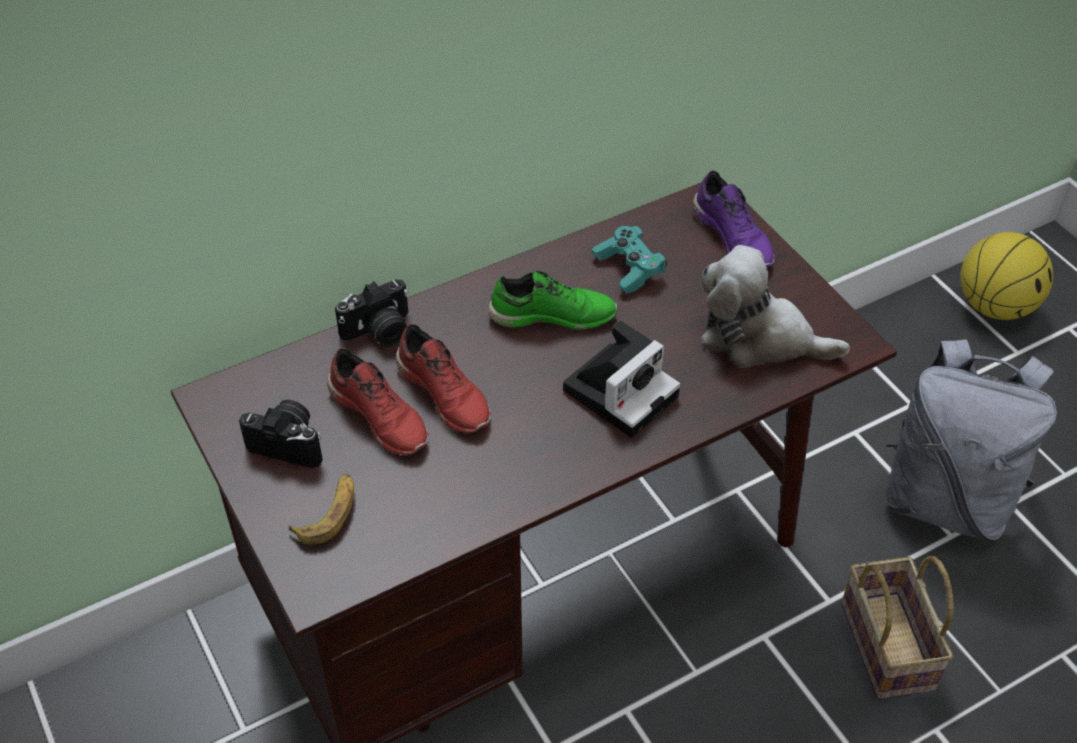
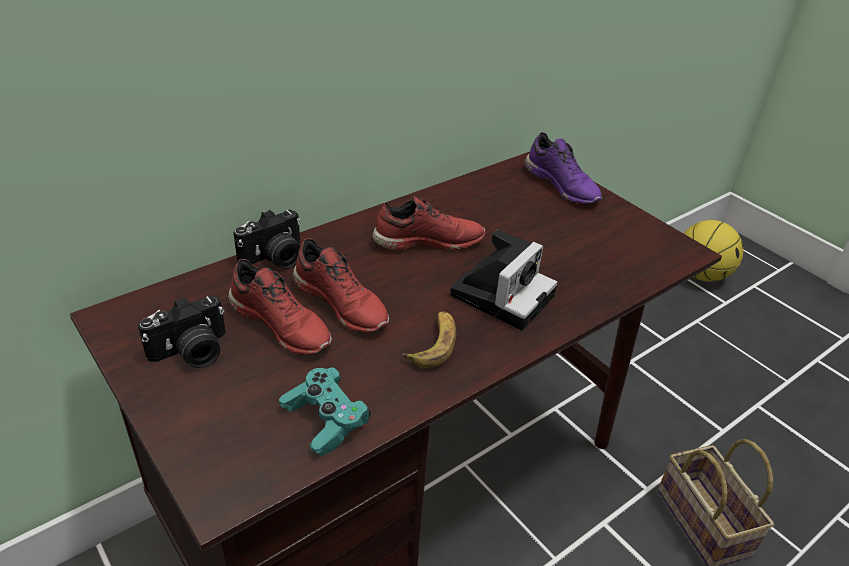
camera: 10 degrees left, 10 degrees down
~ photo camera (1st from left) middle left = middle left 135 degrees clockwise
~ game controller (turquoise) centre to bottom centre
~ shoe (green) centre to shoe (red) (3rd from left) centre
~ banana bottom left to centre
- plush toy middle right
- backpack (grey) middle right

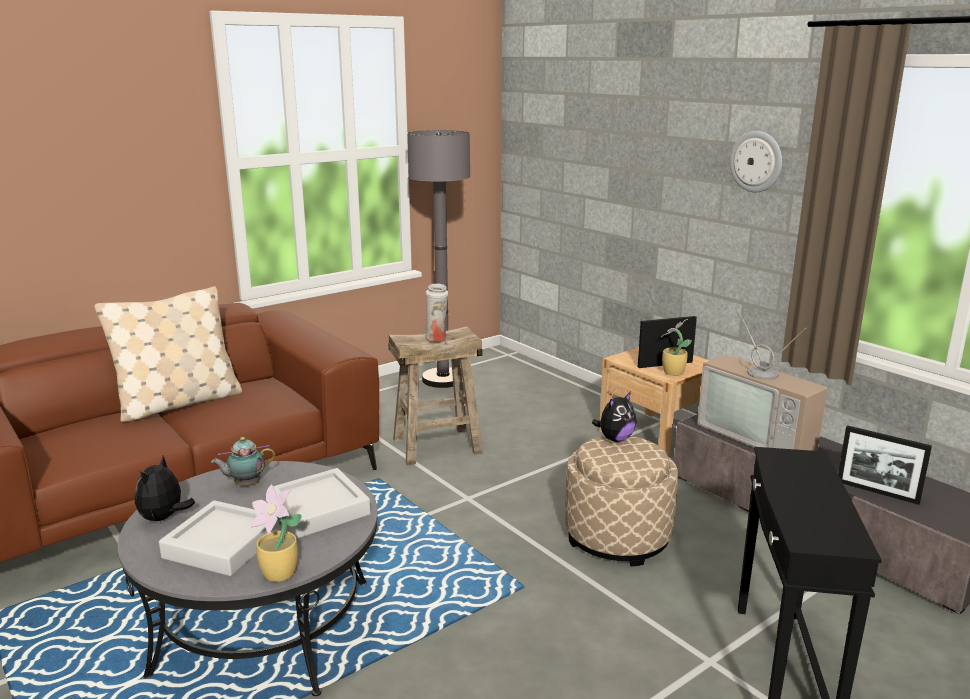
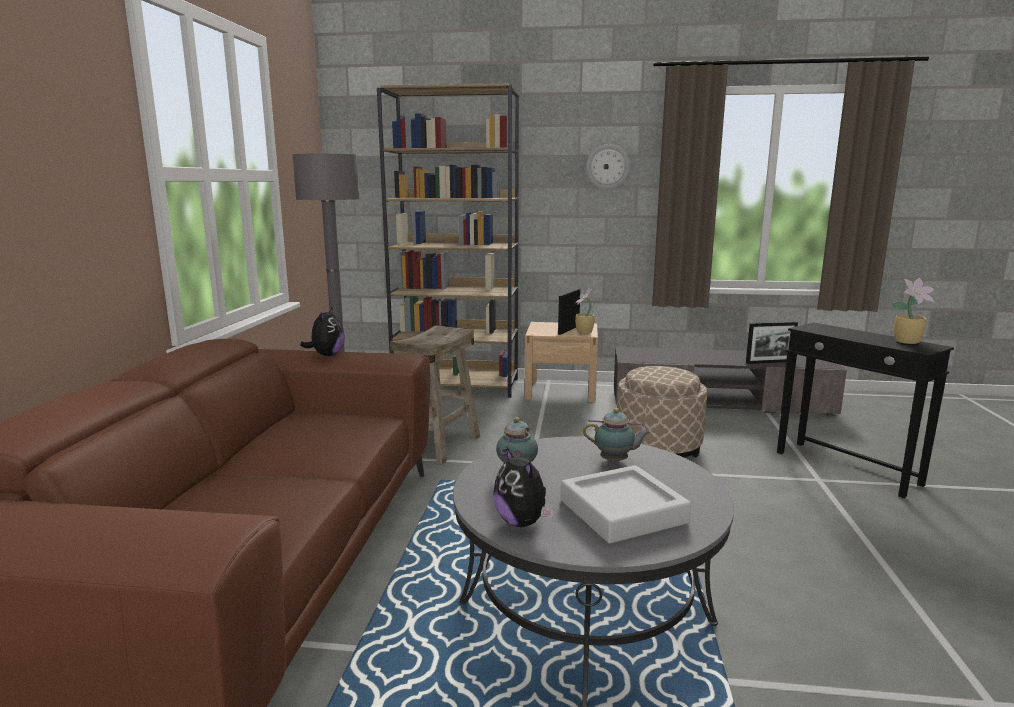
camera: 45 degrees left, 5 degrees down
~ plush toy (2nd from left in the first image) centre to plush toy (1st from left) middle left
+ bookcase (brown) centre
~ tray (grey) (2nd from left) bottom left to teapot (2nd from left) centre
~ potted plant (1st from left in the first image) bottom left to potted plant (2nd from left) middle right
- pillow (beige) middle left
- vase (white) centre
- television middle right

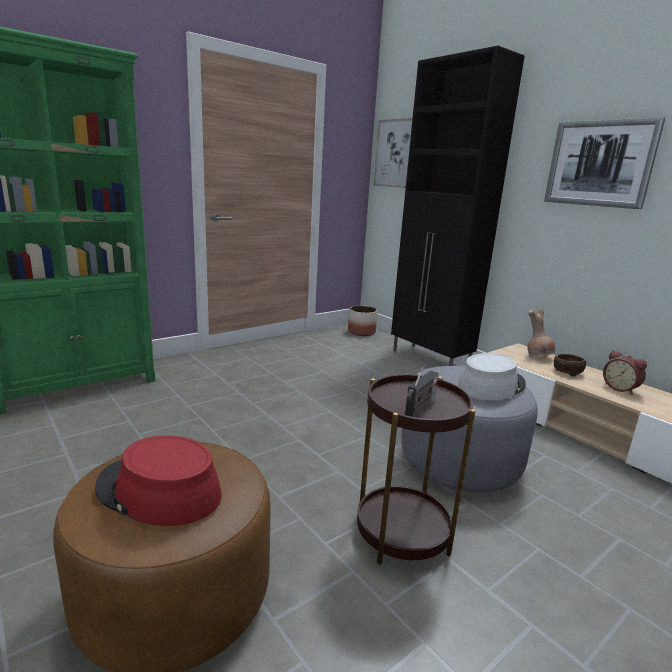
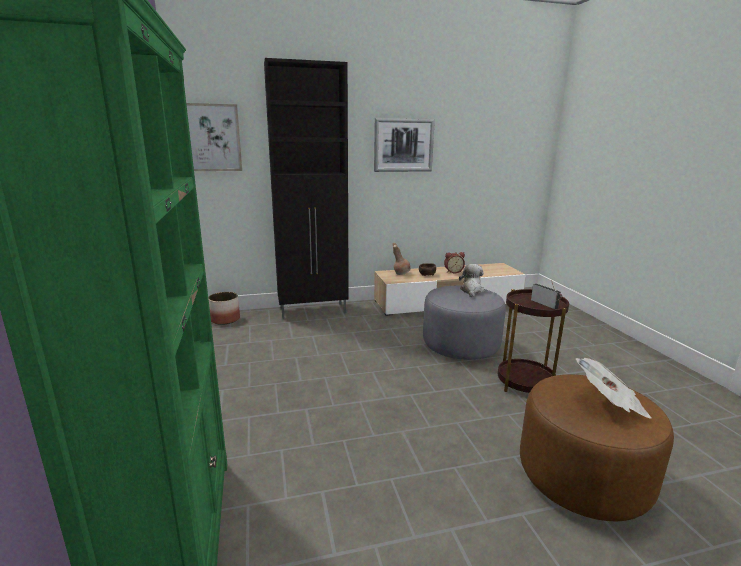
camera: 65 degrees left, 0 degrees up
~ hat (grey) middle right to plush toy centre
~ hat (red) bottom left to newspaper bottom right

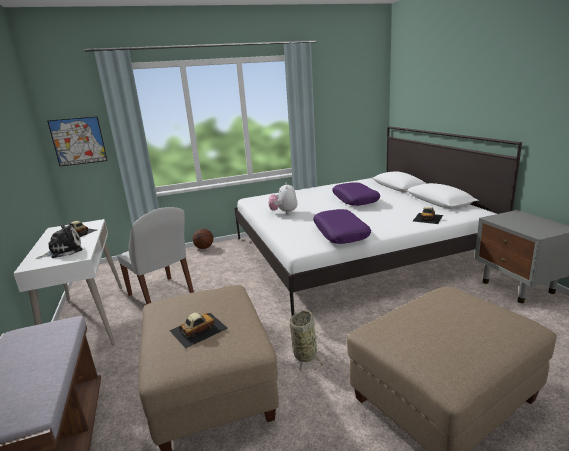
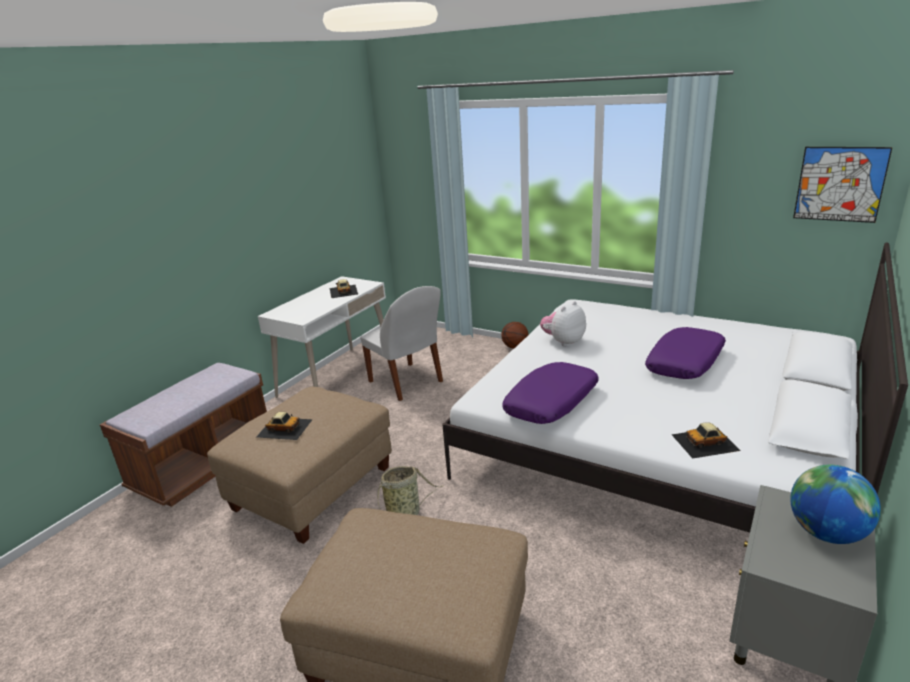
camera: 50 degrees right, 5 degrees up
~ chair (white) middle left = centre 45 degrees counterclockwise
+ globe bottom right
~ picture top left to top right
- plush toy (1st from left) middle left

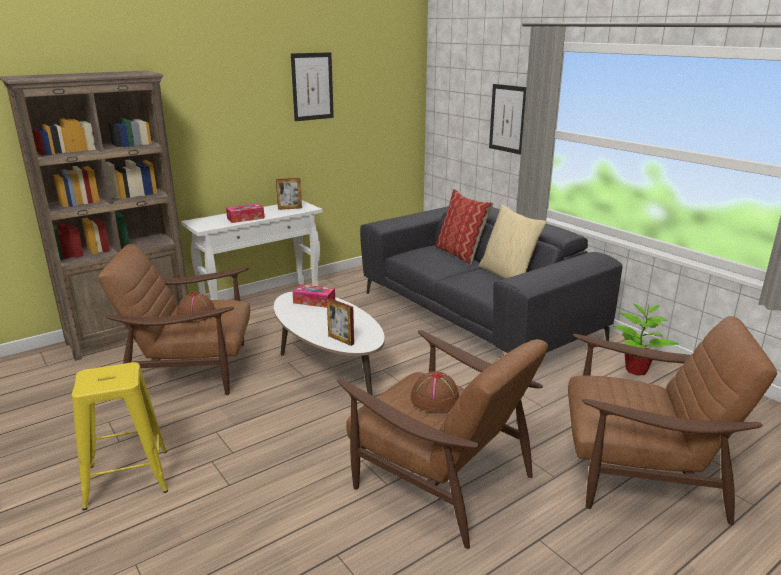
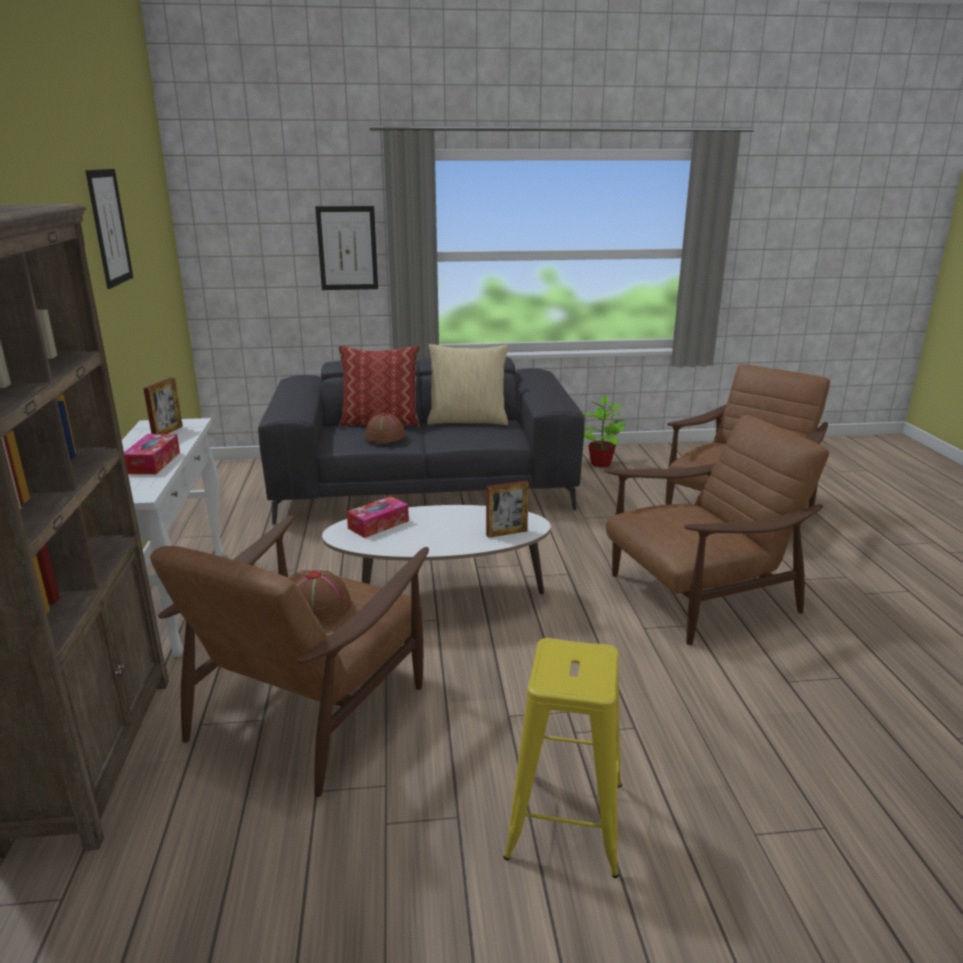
camera: 60 degrees left, 0 degrees up
~ hat (brown) (2nd from left) bottom centre to centre

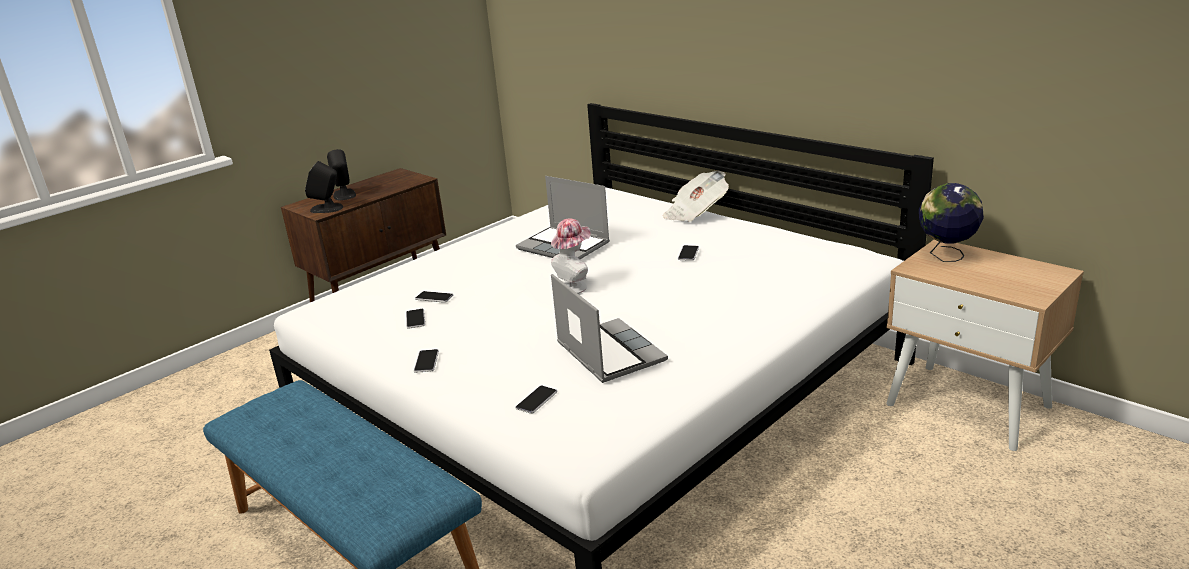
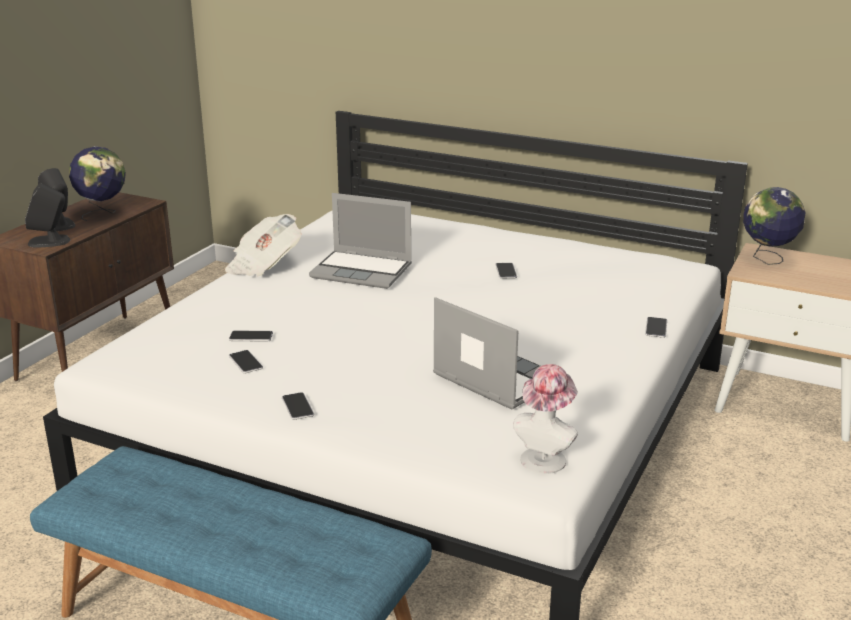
camera: 20 degrees left, 0 degrees up
+ globe (1st from left) top left
~ newspaper centre to middle left
~ hat centre to bottom centre
~ phone (4th from left in the first image) bottom centre to phone (5th from left) middle right

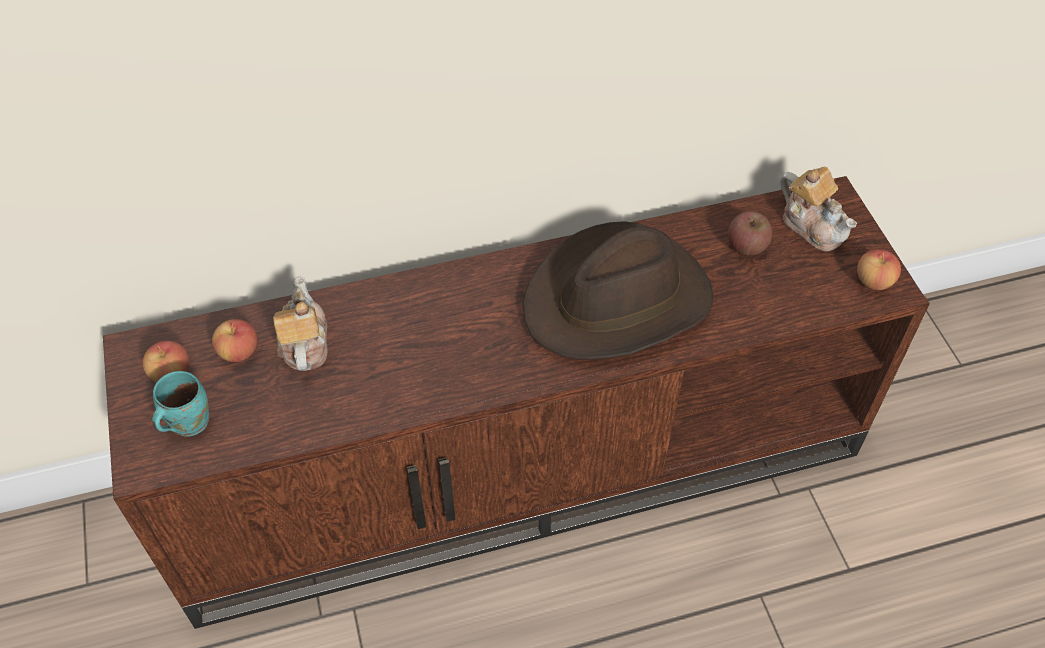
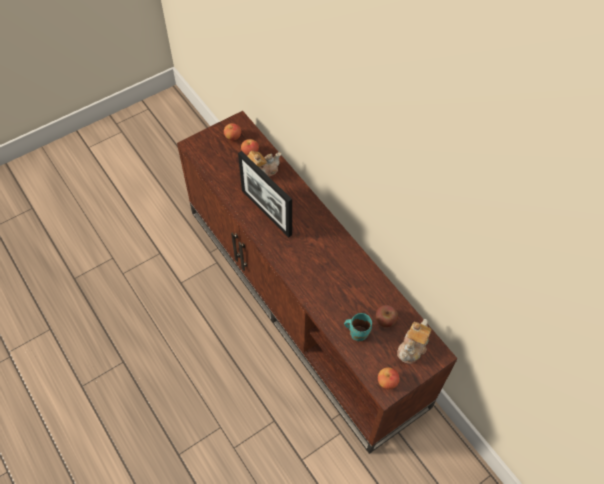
camera: 70 degrees right, 5 degrees up
+ picture frame centre
~ mug (turquoise) middle left to bottom centre
- hat (brown) centre

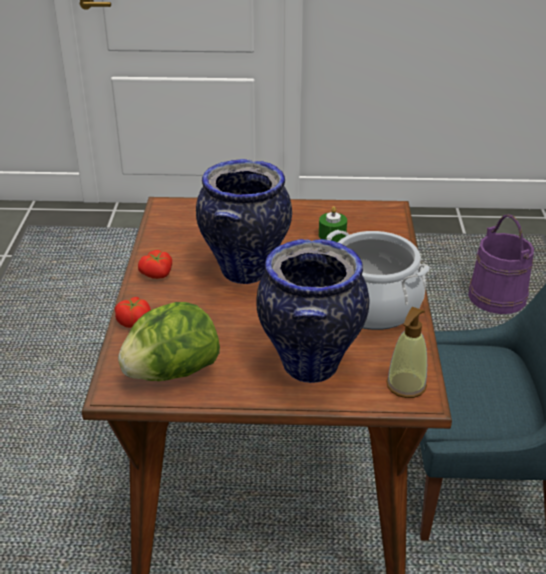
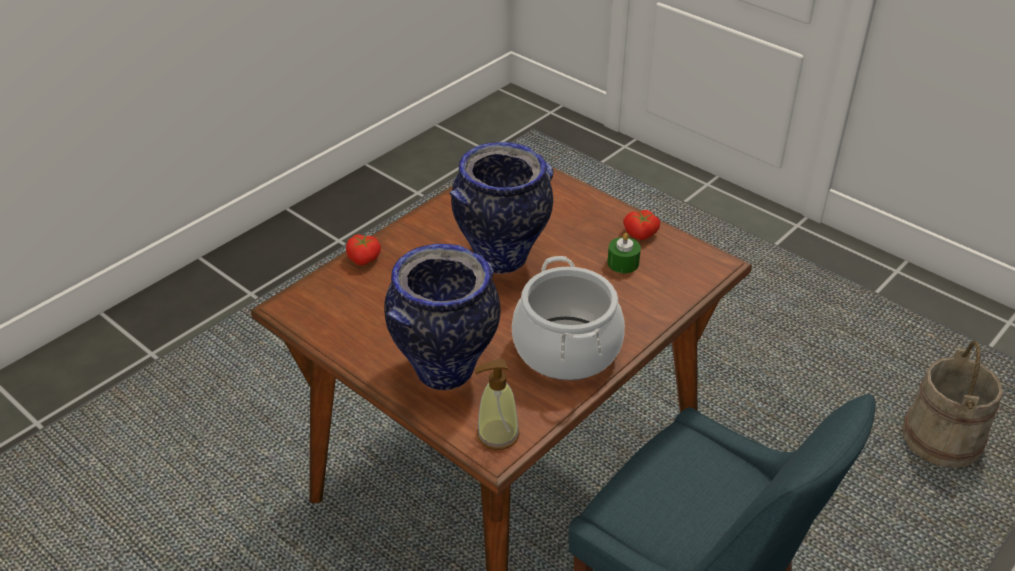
camera: 40 degrees right, 5 degrees up
~ tomato (2nd from left) middle left to centre
~ bucket (purple) middle right to bucket (beige) bottom right
- lettuce middle left

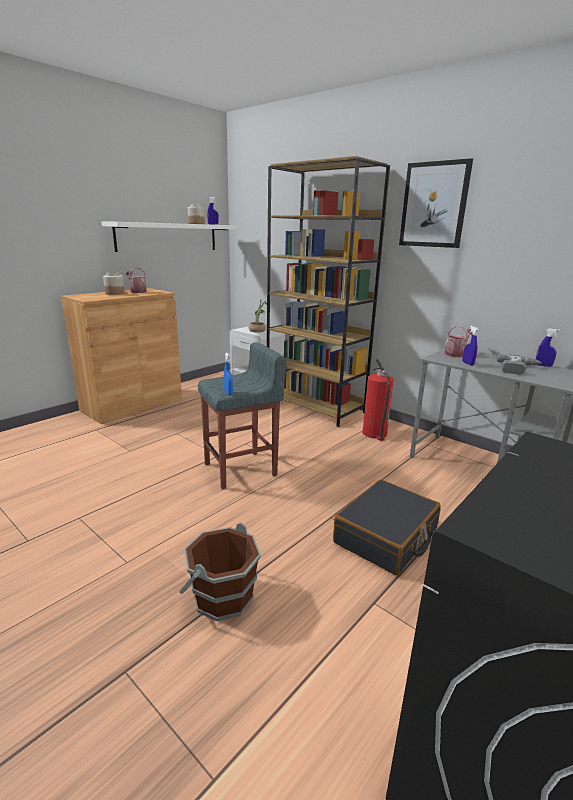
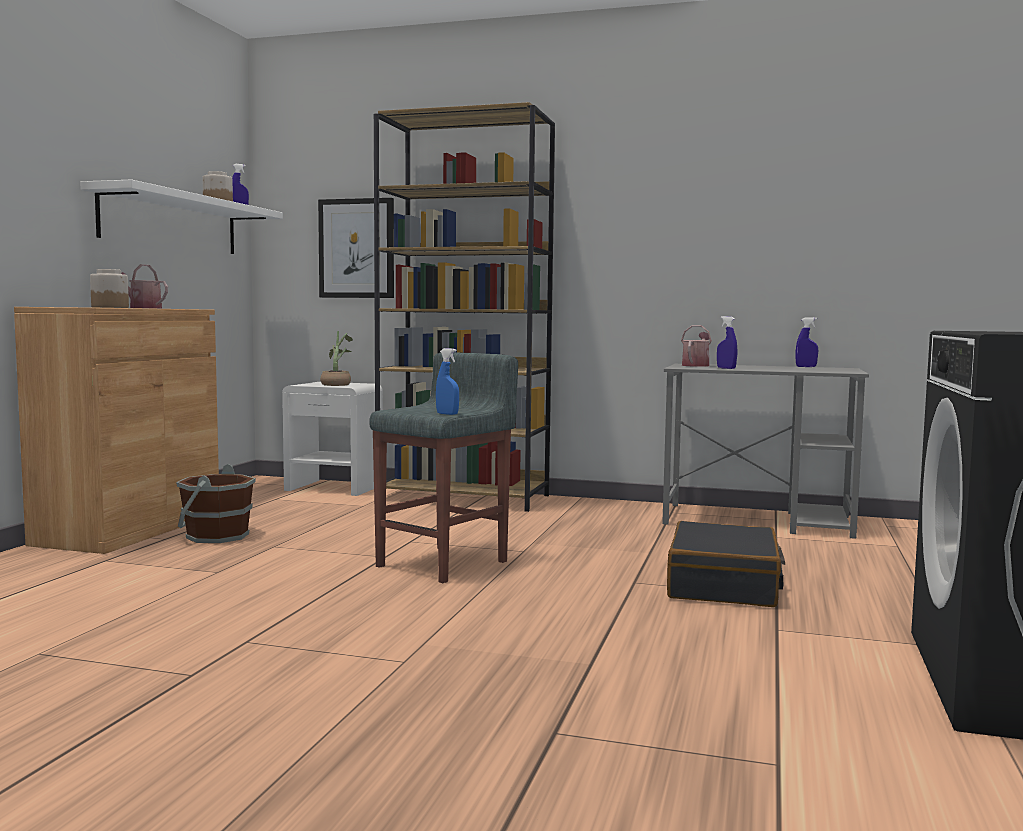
camera: 25 degrees left, 15 degrees down
~ bucket (brown) bottom centre to middle left
~ picture top right to top centre
- fire extinguisher centre
- power drill middle right

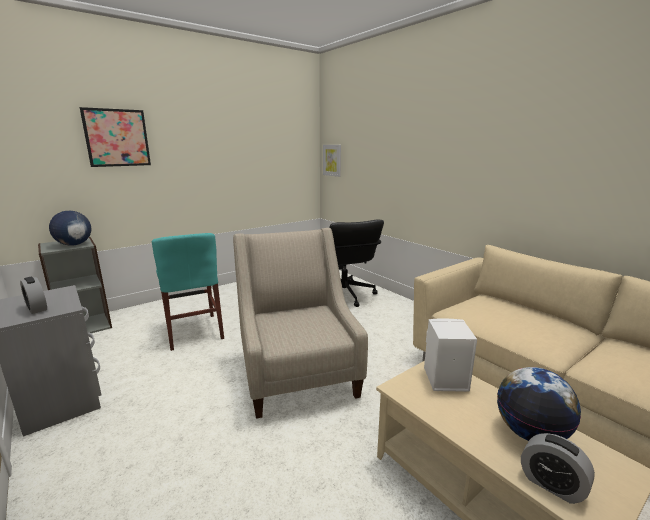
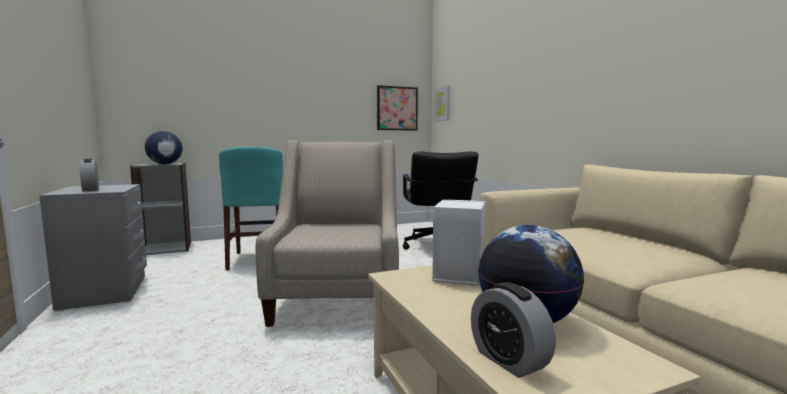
camera: 15 degrees right, 10 degrees down
~ picture (1st from left) top left to top centre

